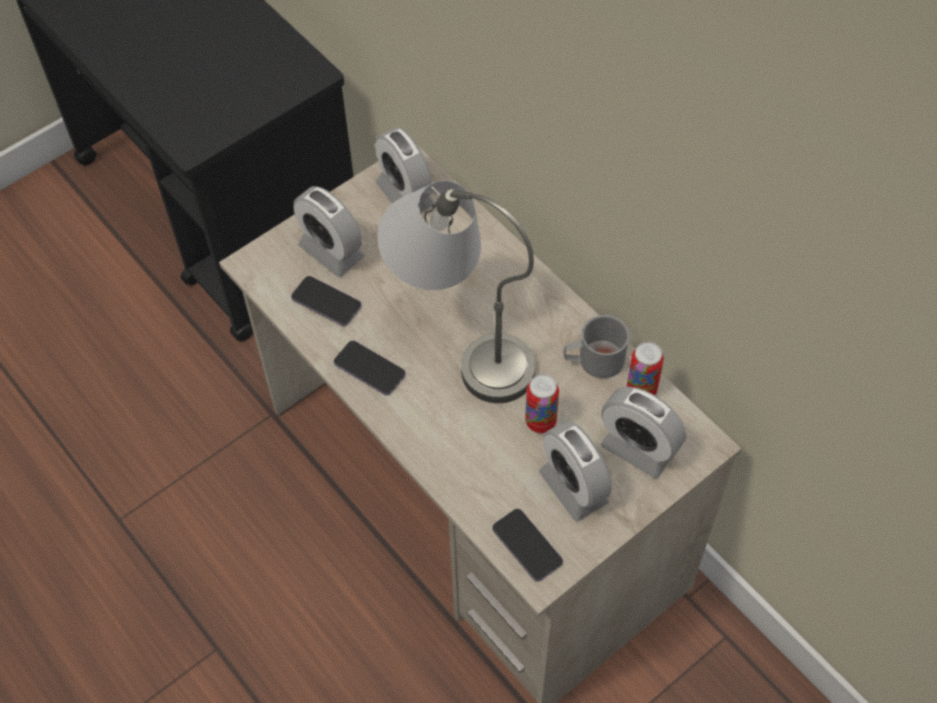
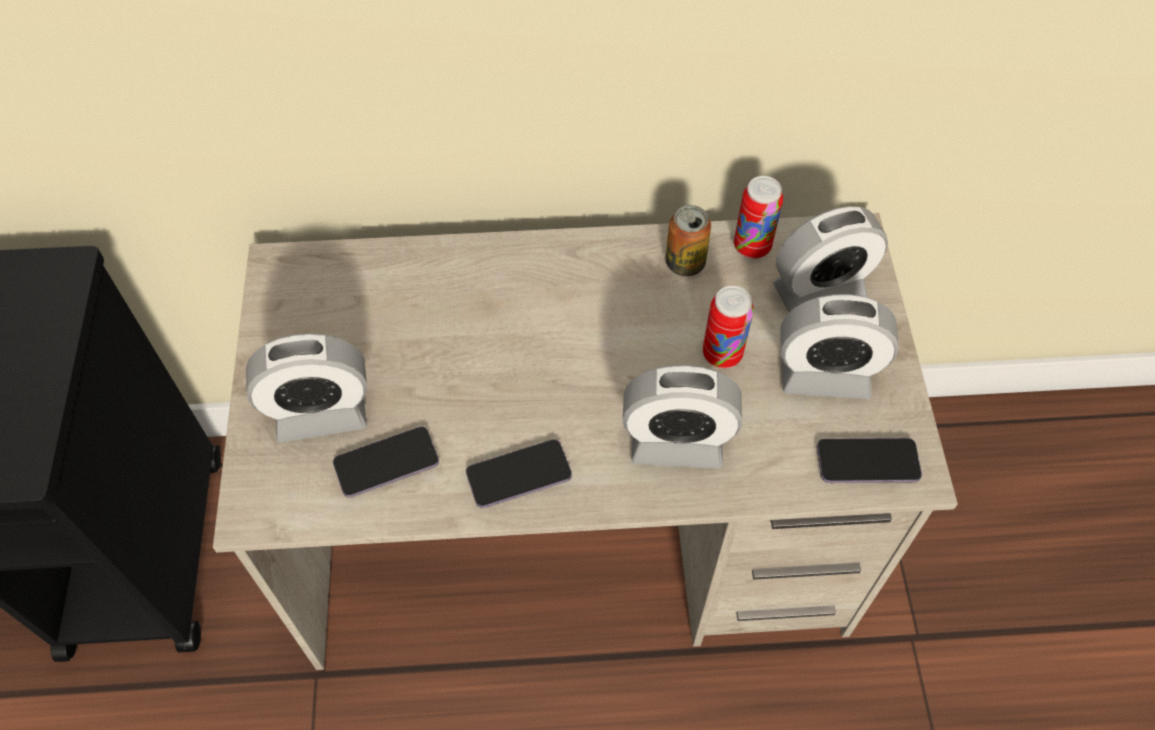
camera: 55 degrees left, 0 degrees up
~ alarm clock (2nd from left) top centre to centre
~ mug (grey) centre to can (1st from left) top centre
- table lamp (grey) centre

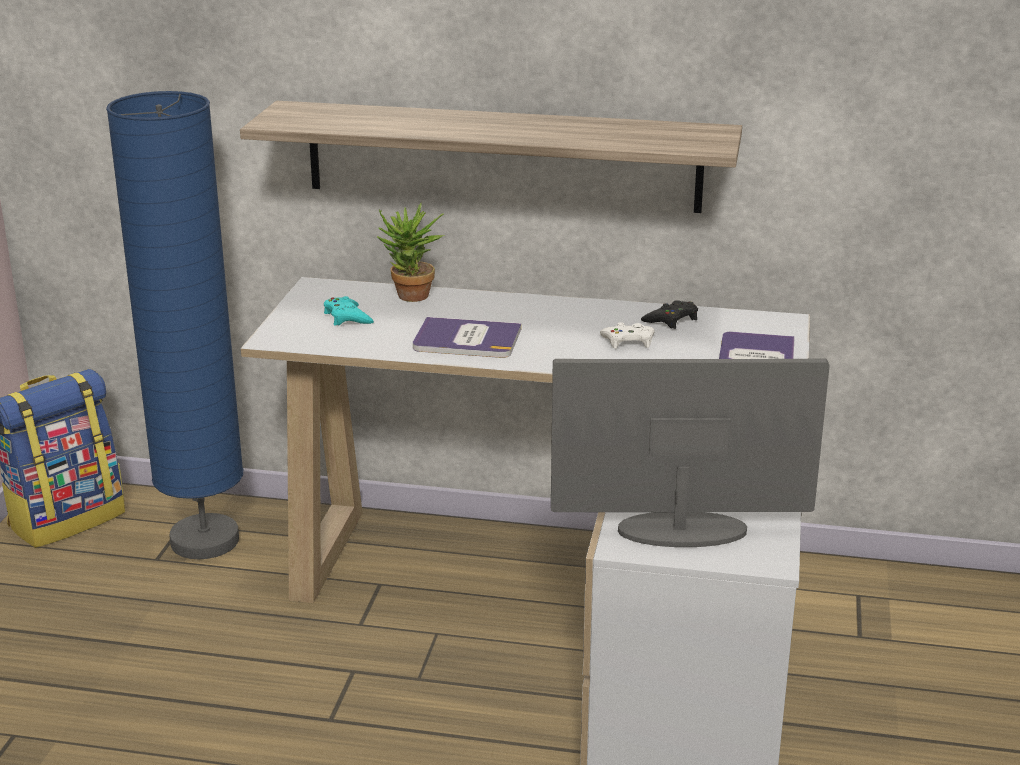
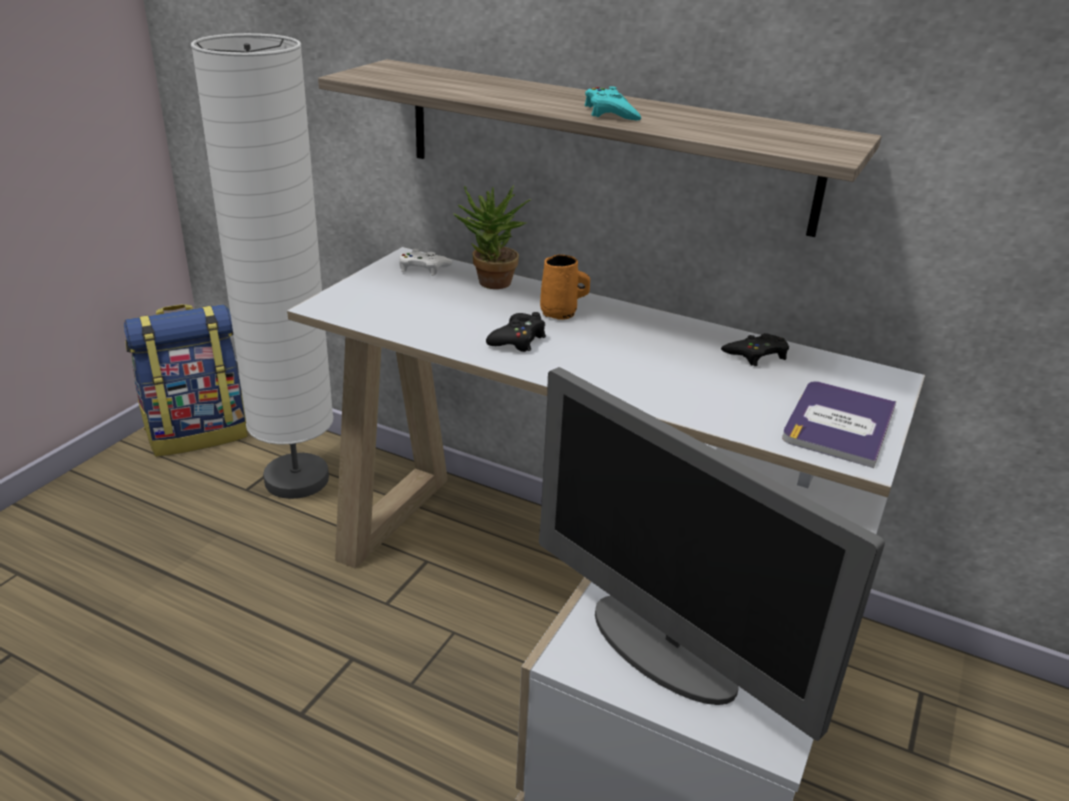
camera: 15 degrees right, 5 degrees up
~ floor lamp (blue) middle left to floor lamp (white) top left
~ game controller (white) centre to top centre
~ book (1st from left) centre to game controller (black) (1st from left) centre
~ monitor middle right = bottom centre 150 degrees counterclockwise
+ mug (orange) centre
~ game controller (turquoise) centre to top centre

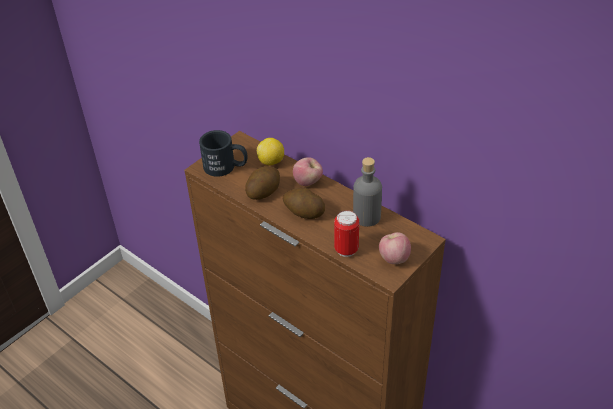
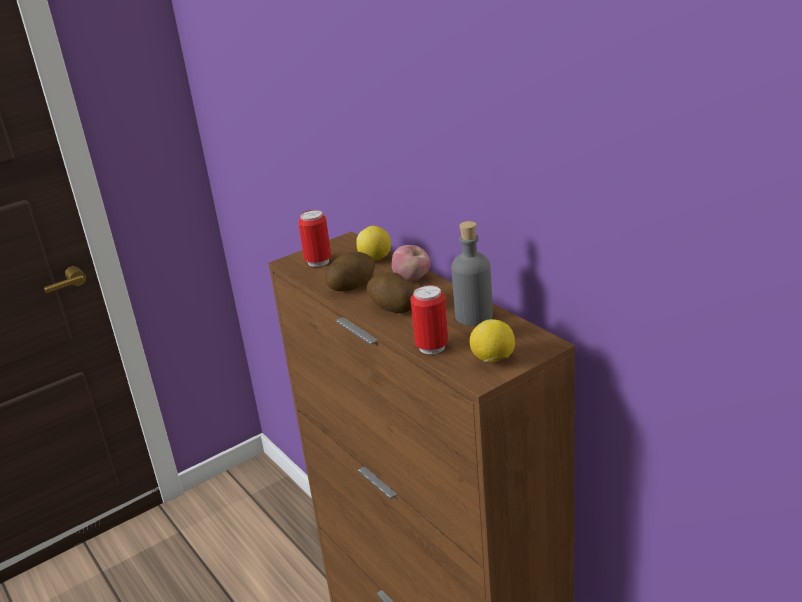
camera: 15 degrees right, 15 degrees down
~ mug (black) centre to can (1st from left) centre
~ apple (2nd from left) centre to lemon (2nd from left) centre

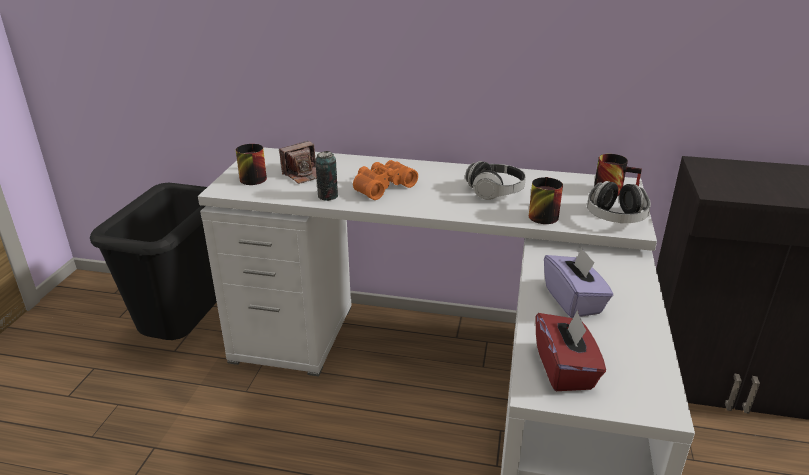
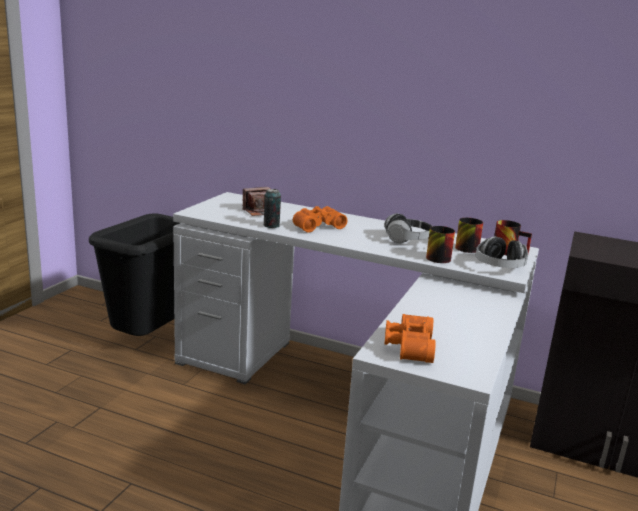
camera: 10 degrees right, 10 degrees down
~ tissue box (red) bottom right to binoculars (orange) (2nd from left) centre
~ mug (1st from left in the first image) middle left to mug (2nd from left) middle right
- tissue box (purple) middle right

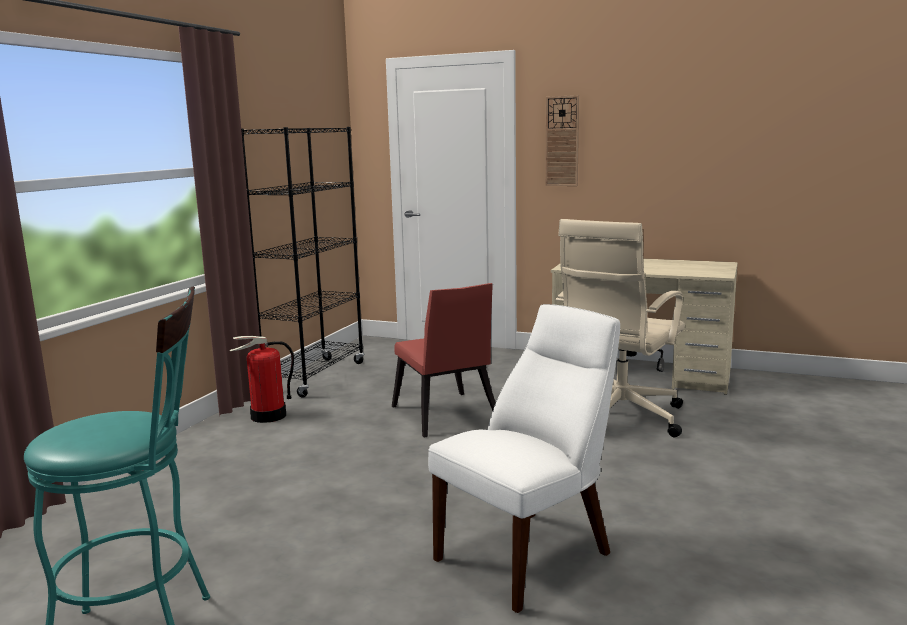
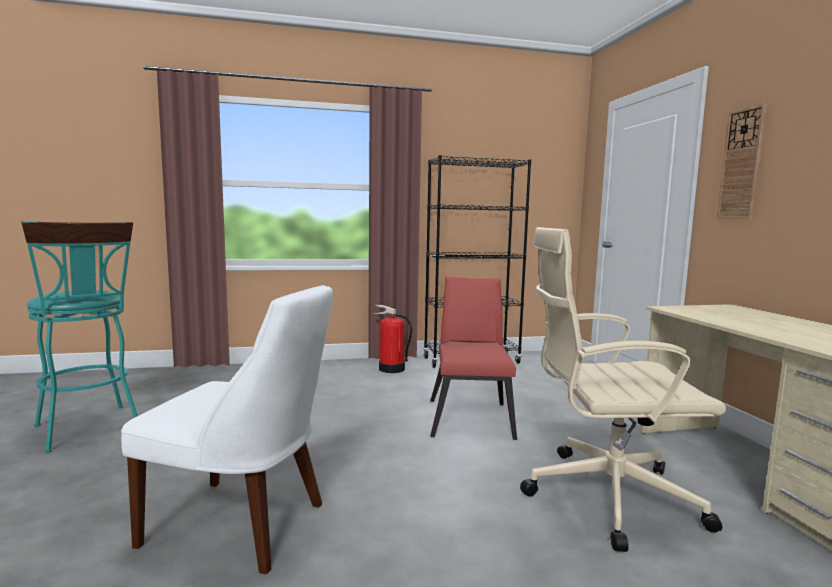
camera: 55 degrees right, 5 degrees down
~ chair (red) centre = centre 150 degrees clockwise

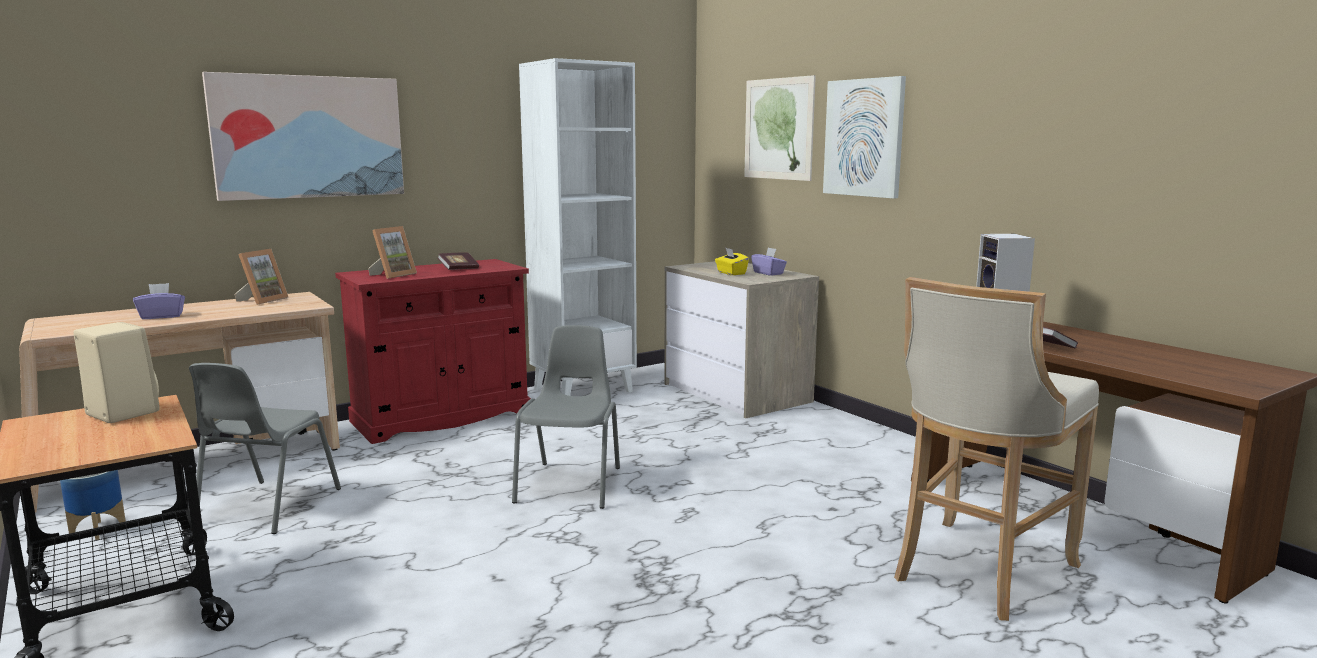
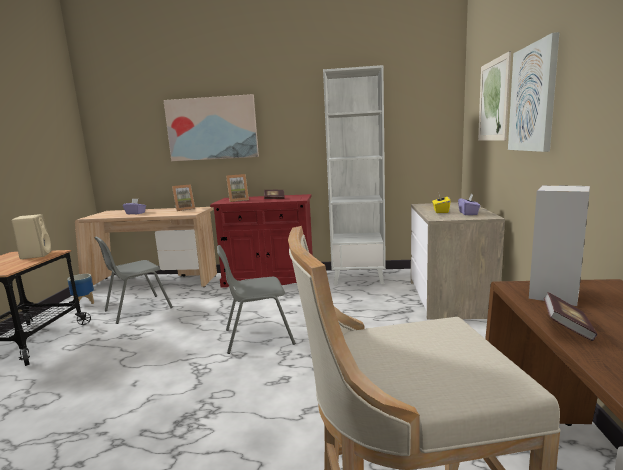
camera: 40 degrees right, 0 degrees up
~ chair (grey) (2nd from left) centre = centre 150 degrees counterclockwise

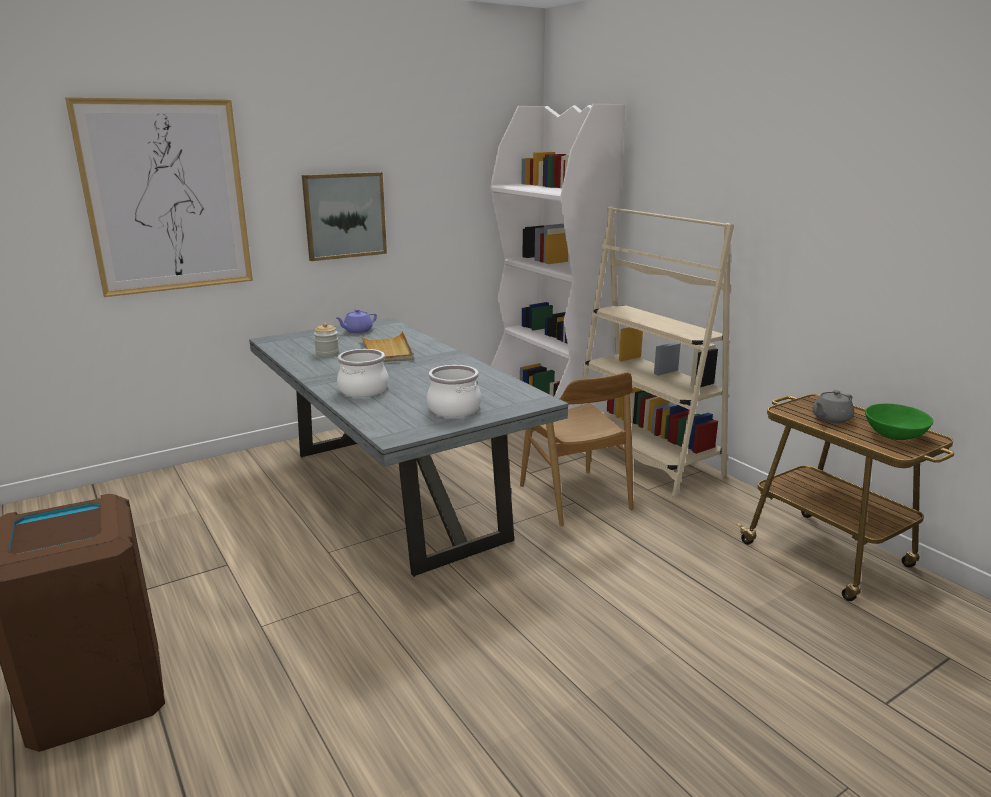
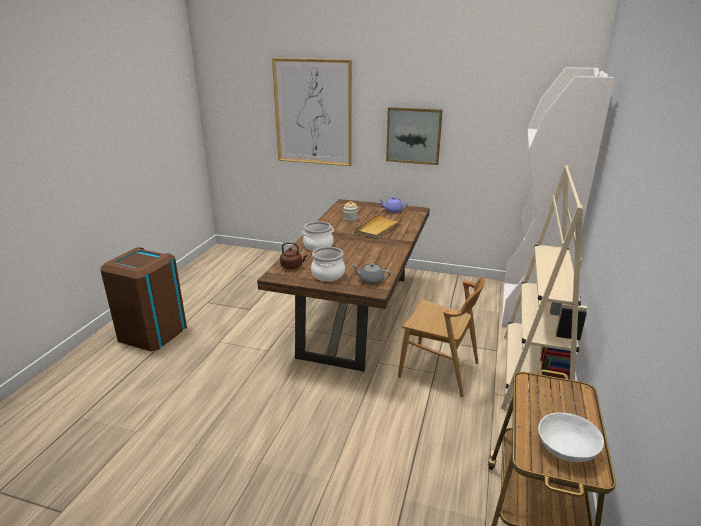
camera: 50 degrees right, 5 degrees up
~ dining table (grey) centre to dining table (brown) centre
+ kettle (brown) centre
~ teapot (grey) middle right to centre
~ chair (brown) centre = centre 90 degrees counterclockwise
~ bowl (green) middle right to bowl (white) bottom right

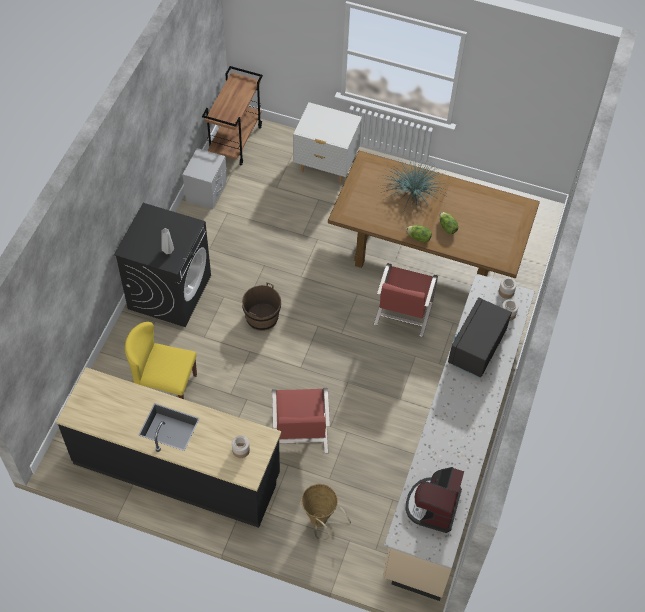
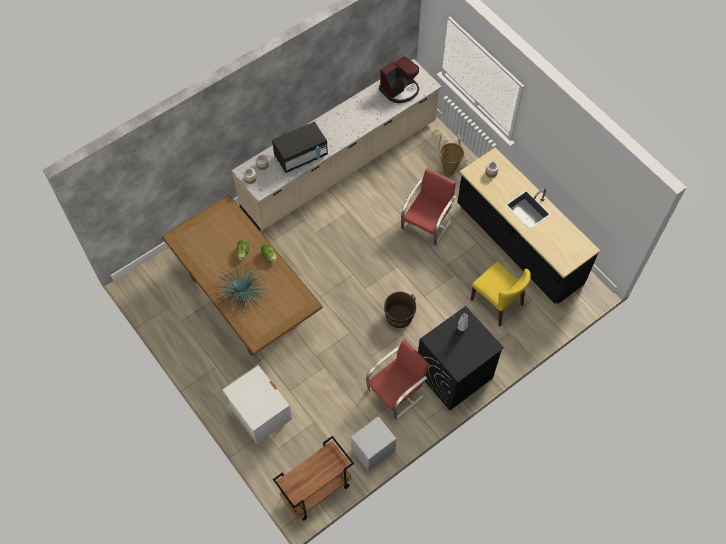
camera: 145 degrees left, 5 degrees up
~ chair (red) (2nd from left in the first image) centre to chair (red) (1st from left) bottom centre

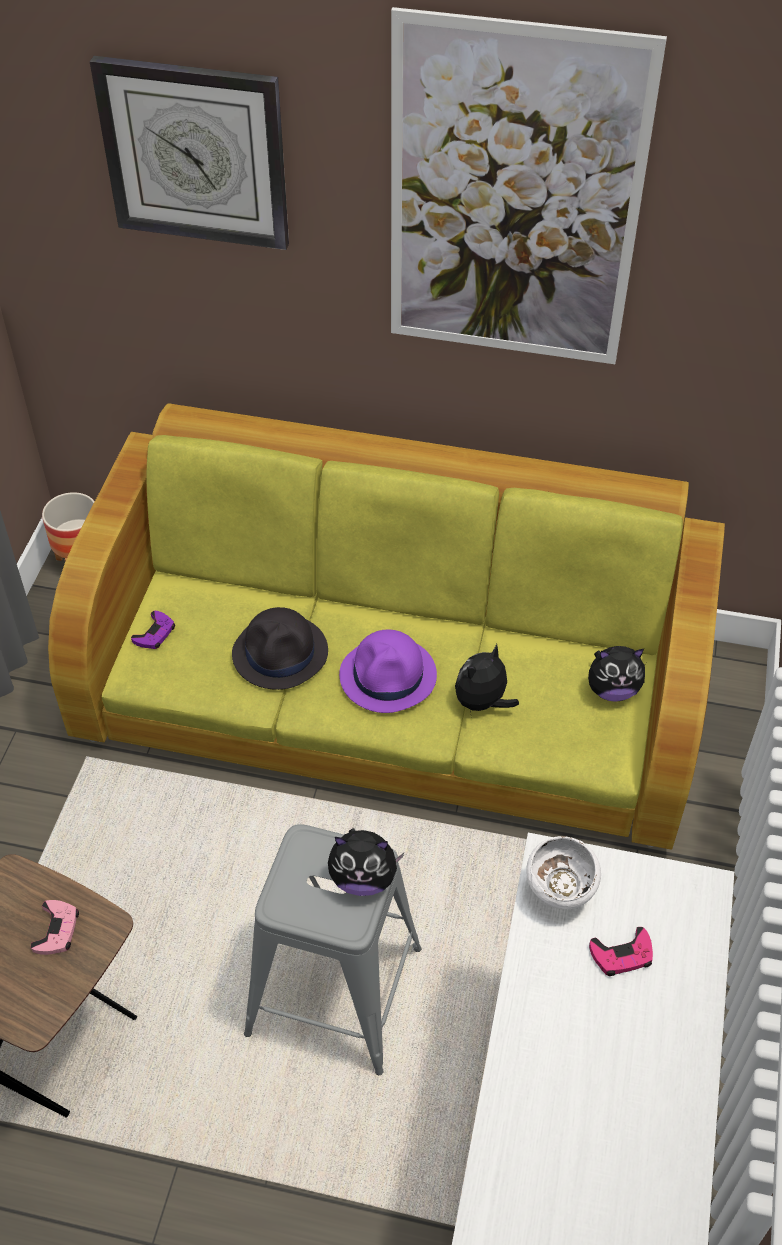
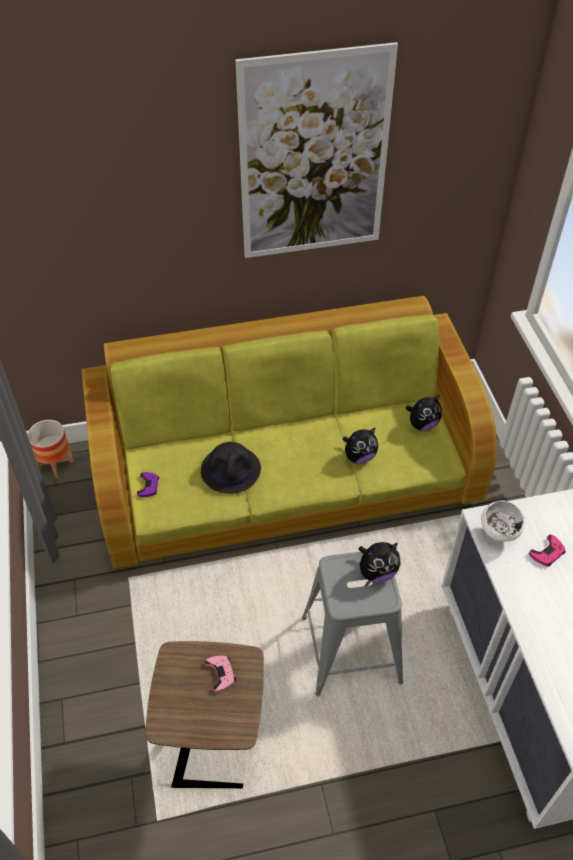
camera: 25 degrees left, 0 degrees up
~ plush toy (2nd from left in the first image) centre = centre 135 degrees counterclockwise
- wall clock top left
- hat (purple) centre

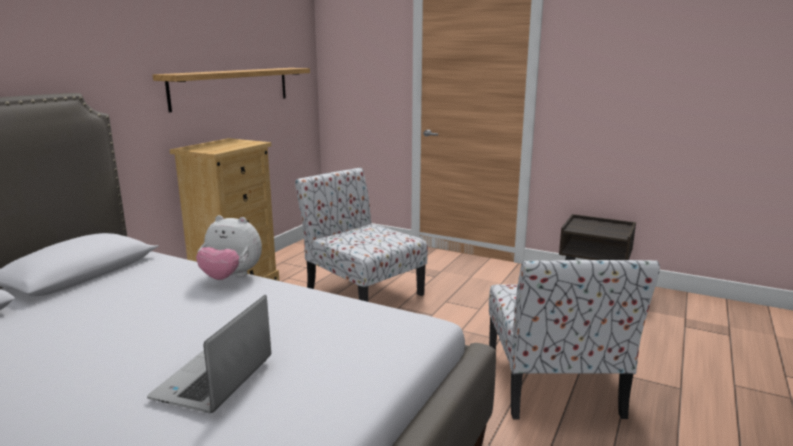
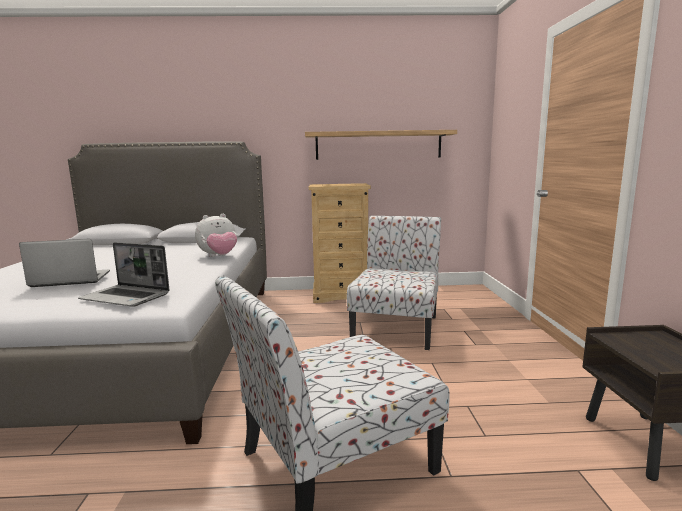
camera: 60 degrees right, 5 degrees down
+ laptop (2nd from left) middle left
~ plush toy middle left = middle left 105 degrees counterclockwise

